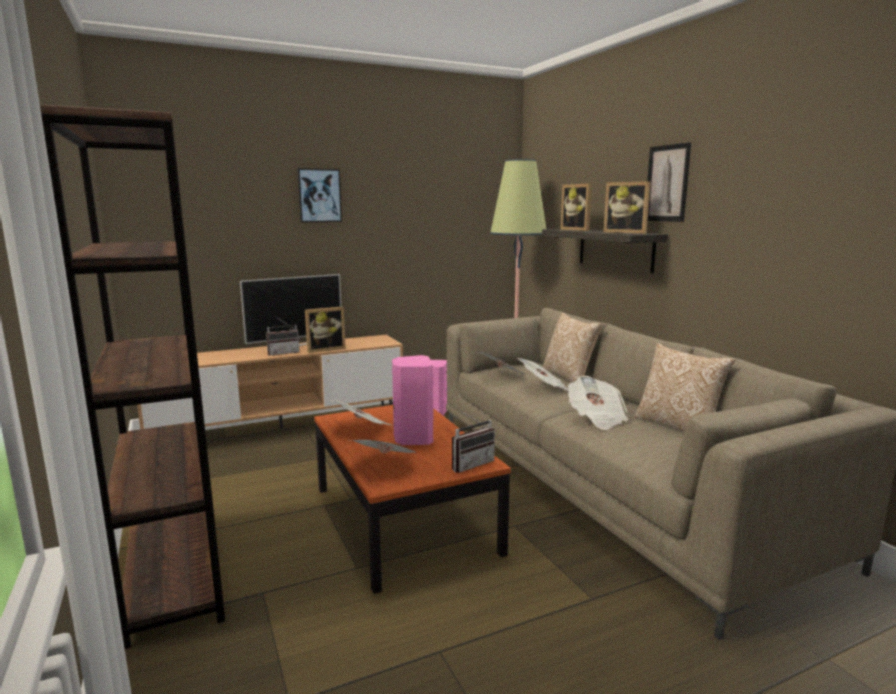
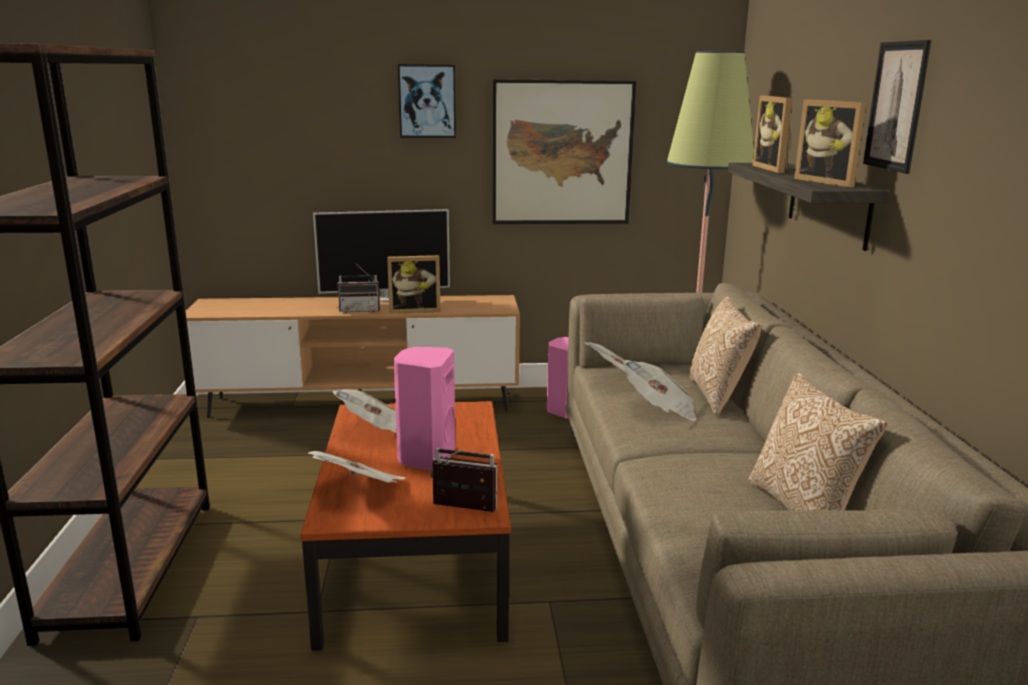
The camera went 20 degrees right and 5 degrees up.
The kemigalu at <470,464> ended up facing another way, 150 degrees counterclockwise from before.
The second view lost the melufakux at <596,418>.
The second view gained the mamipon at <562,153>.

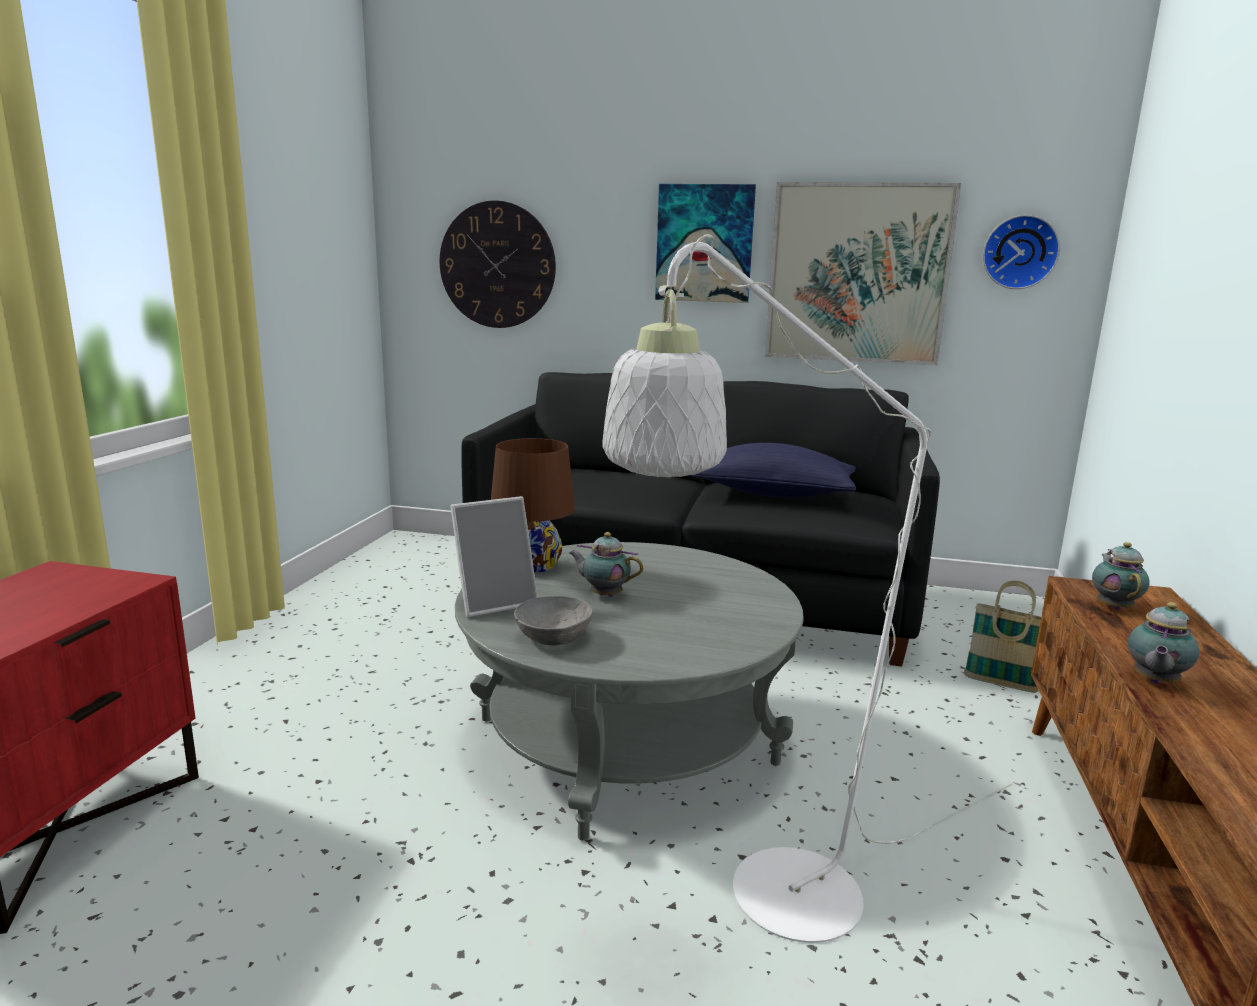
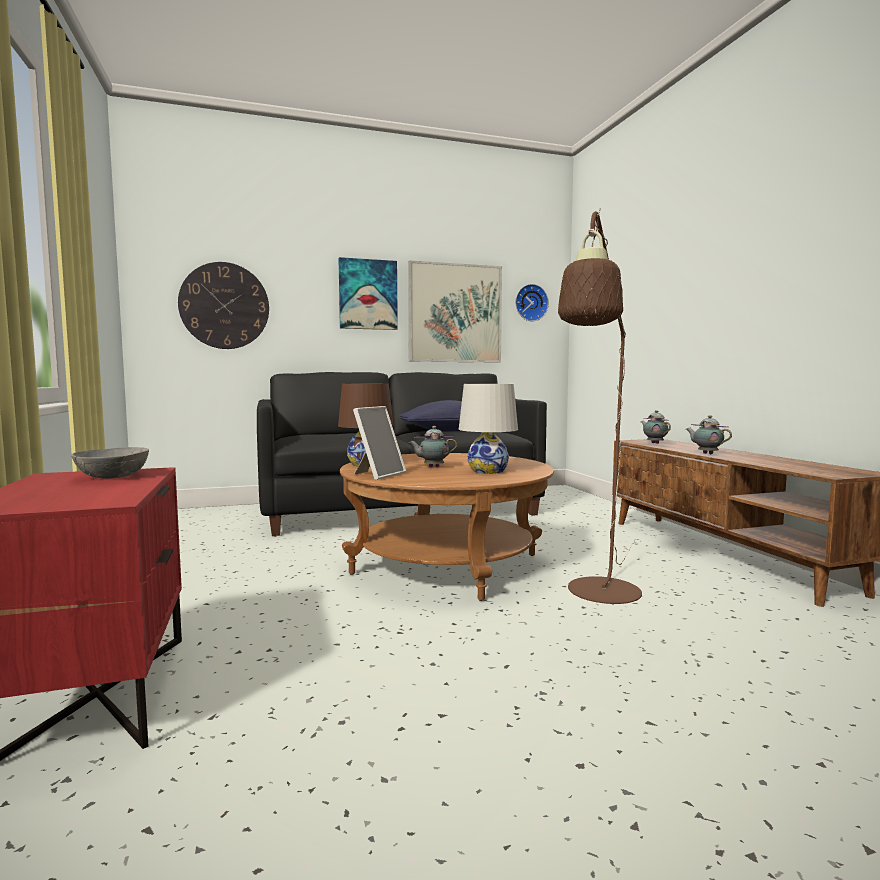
The camera went 30 degrees left and 10 degrees down.
What was the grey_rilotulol at <625,741> turned into the brown_rilotulol at <446,564>.
The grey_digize ended up elsewhere, having gone from <554,637> to <114,476>.
What was the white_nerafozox at <771,906> turned into the brown_nerafozox at <601,596>.
The second view lost the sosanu at <1000,683>.
The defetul at <1154,682> ended up facing another way, 135 degrees clockwise from before.
The second view gained the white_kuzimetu at <488,471>.

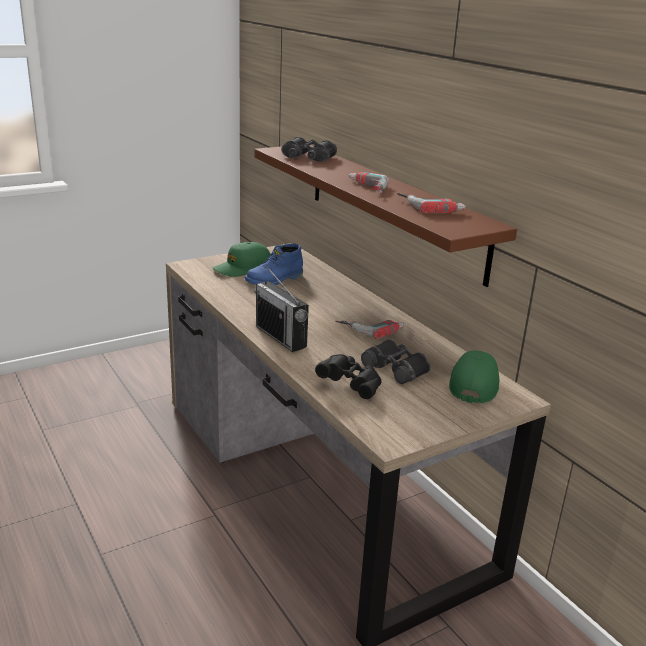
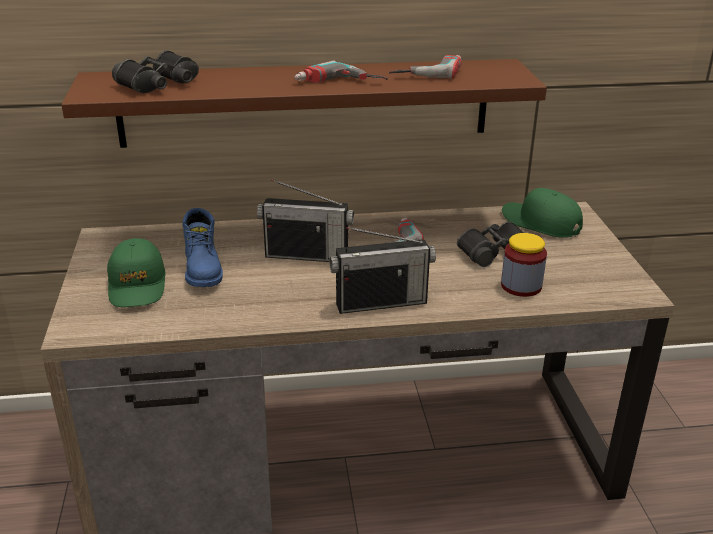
The camera went 65 degrees left and 5 degrees up.
Where the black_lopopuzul stood at <351,385>, the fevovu came to stand at <521,286>.
The second view gained the kemigalu at <307,255>.

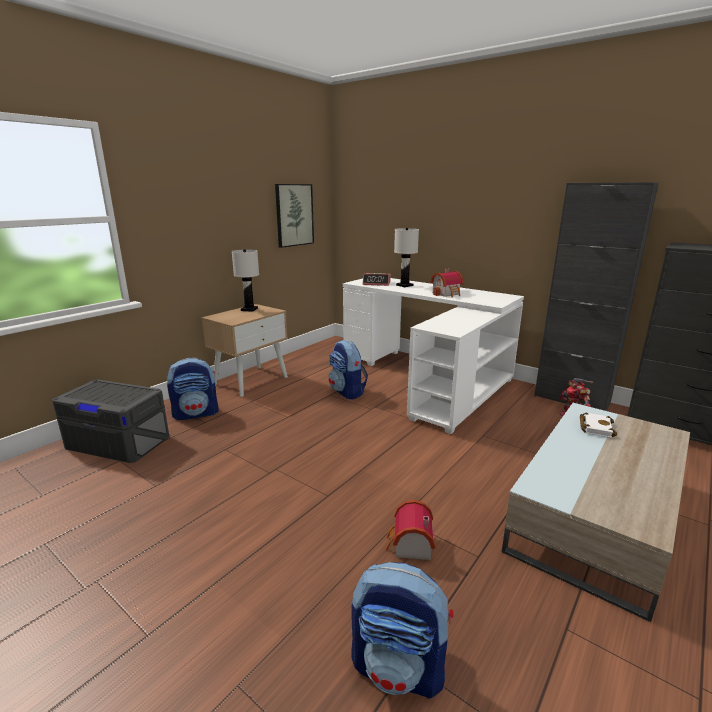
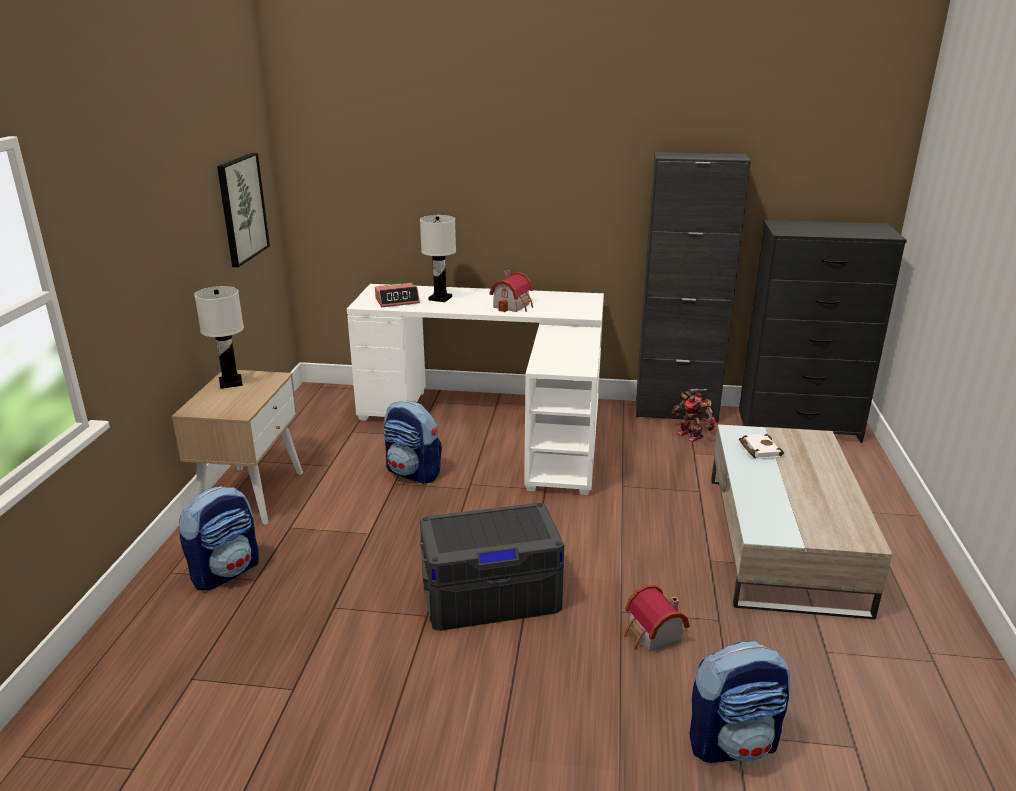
The camera went 30 degrees left and 5 degrees up.
The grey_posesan ended up elsewhere, having gone from <118,442> to <491,595>.

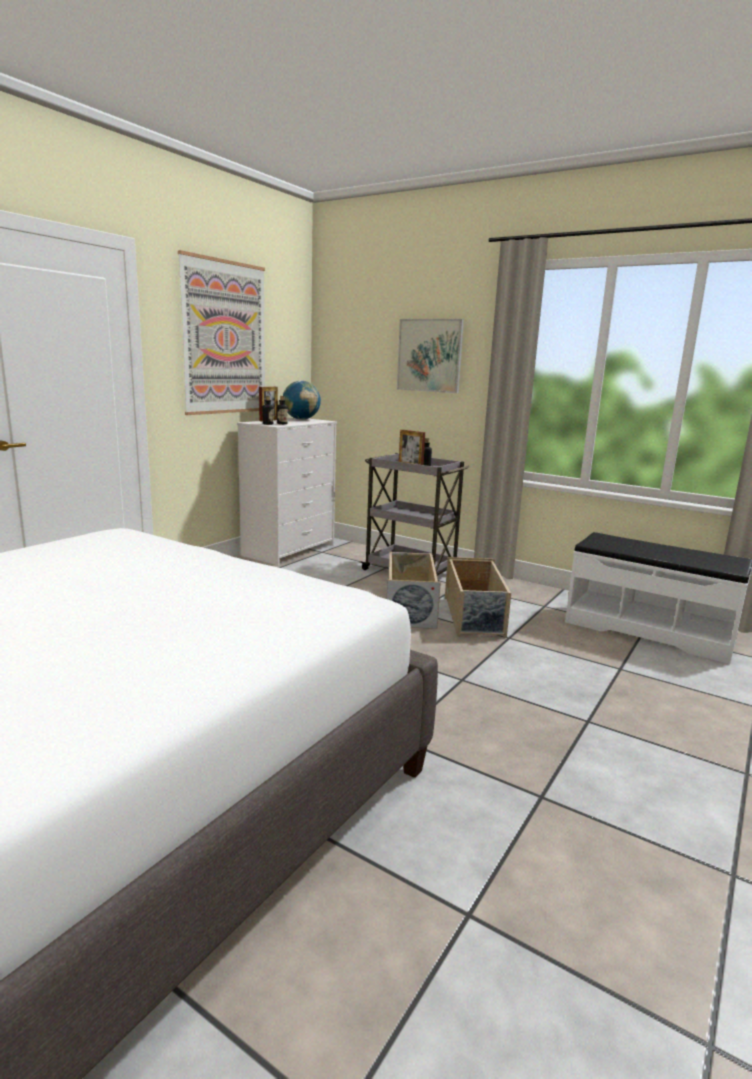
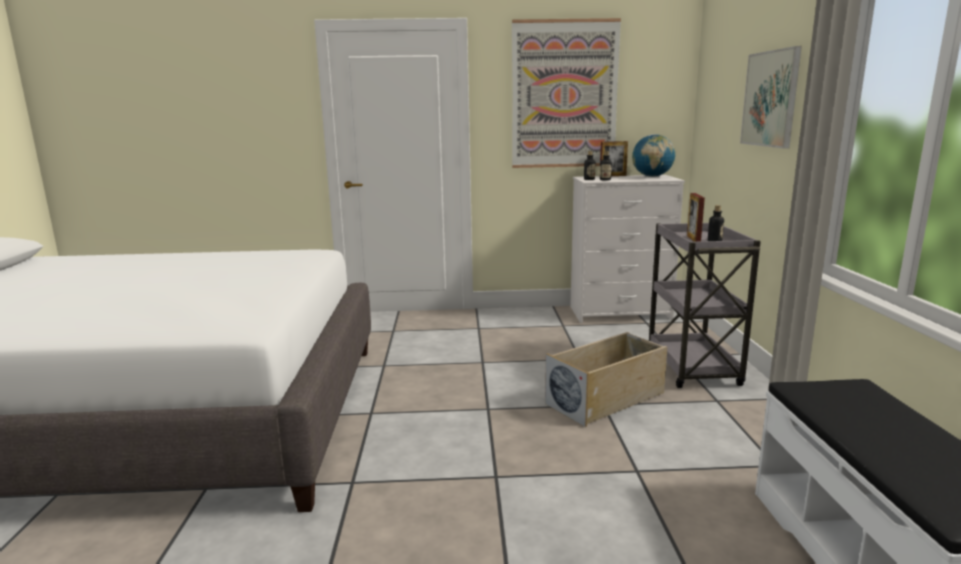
The camera went 55 degrees right and 0 degrees up.
The second view lost the beige_posesan at <474,617>.

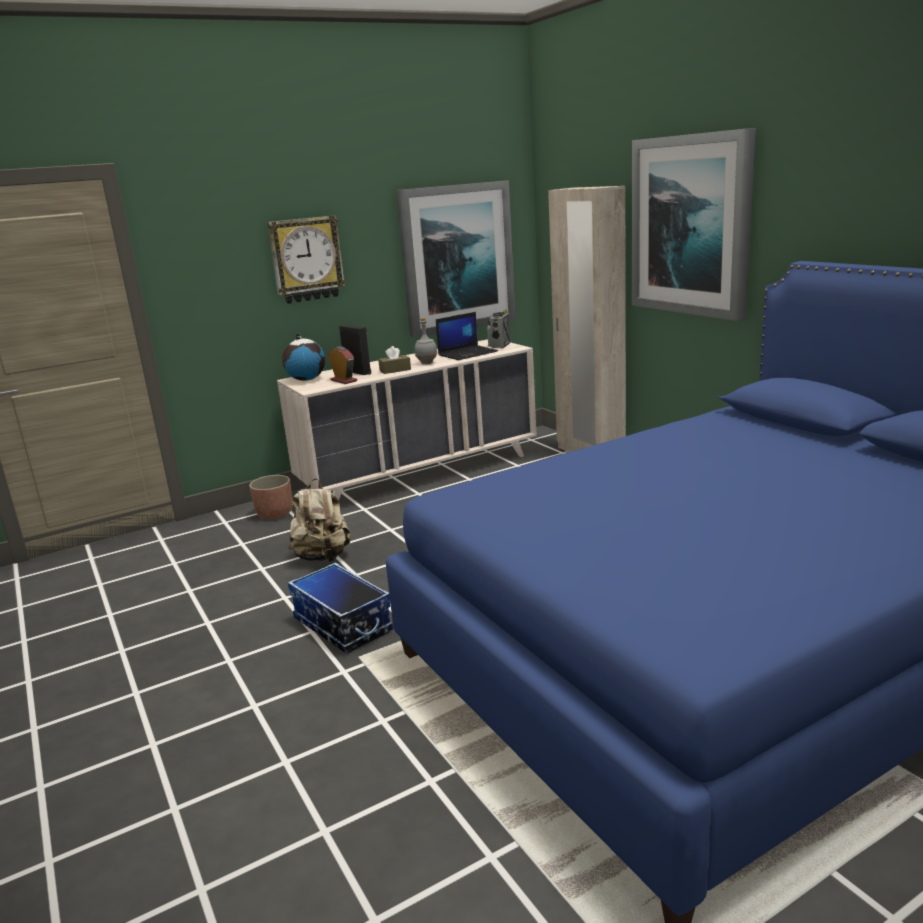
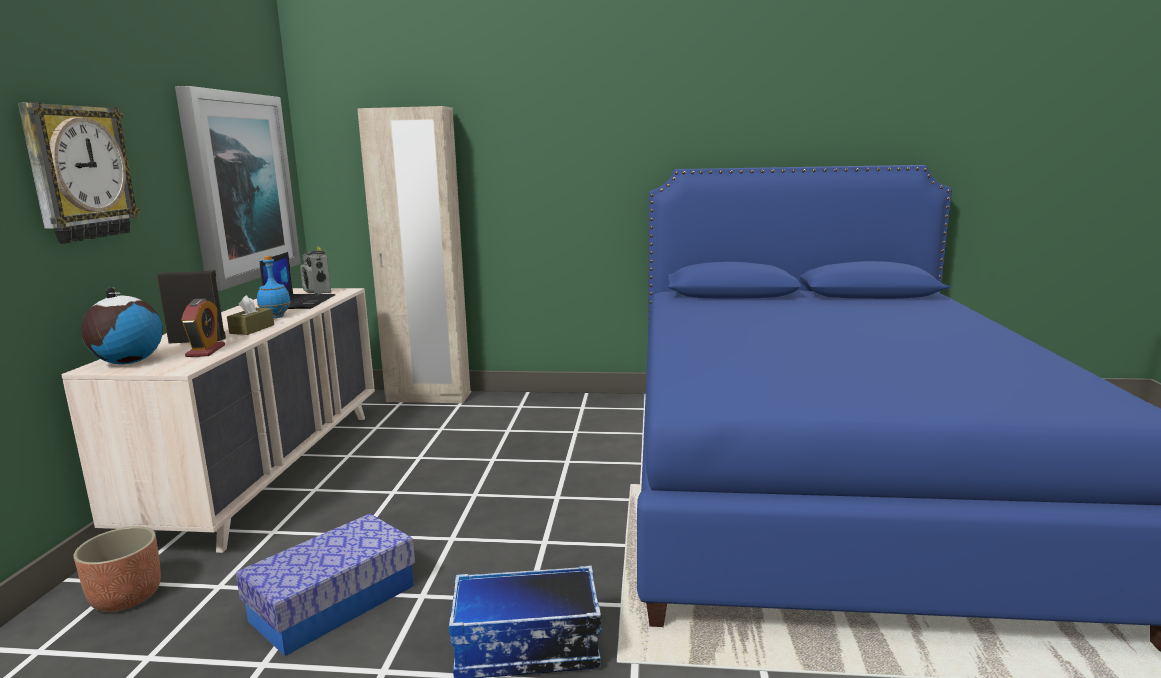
The camera went 55 degrees left and 5 degrees down.
Where the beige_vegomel stood at <323,557>, the posesan came to stand at <333,603>.
The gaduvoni at <344,381> ended up facing another way, 90 degrees clockwise from before.
What was the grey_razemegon at <426,363> turned into the blue_razemegon at <275,317>.
The second view lost the mamipon at <691,225>.

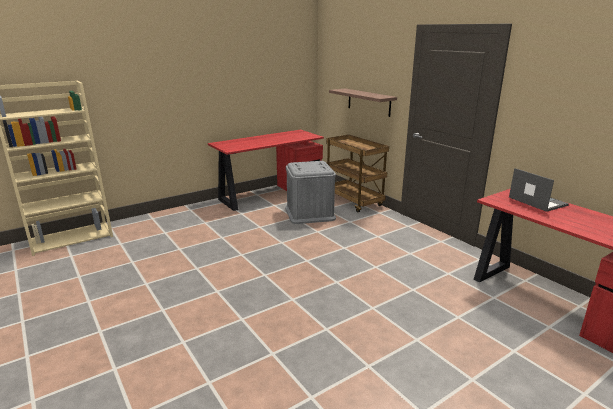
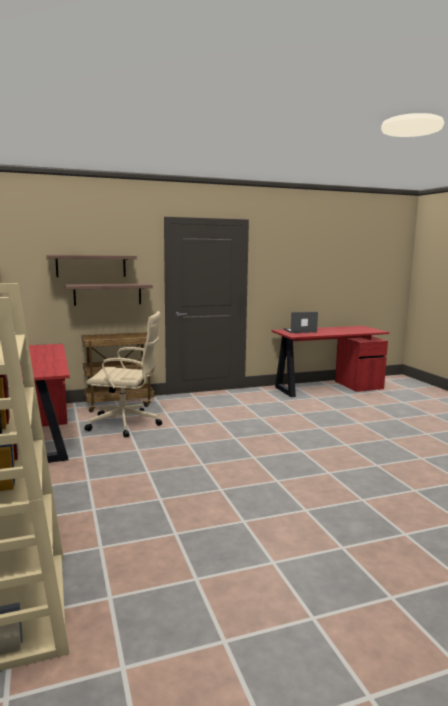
The camera went 75 degrees left and 10 degrees down.
Where the grey_posesan stood at <309,213>, the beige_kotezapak came to stand at <126,424>.
The second view gained the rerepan at <91,266>.

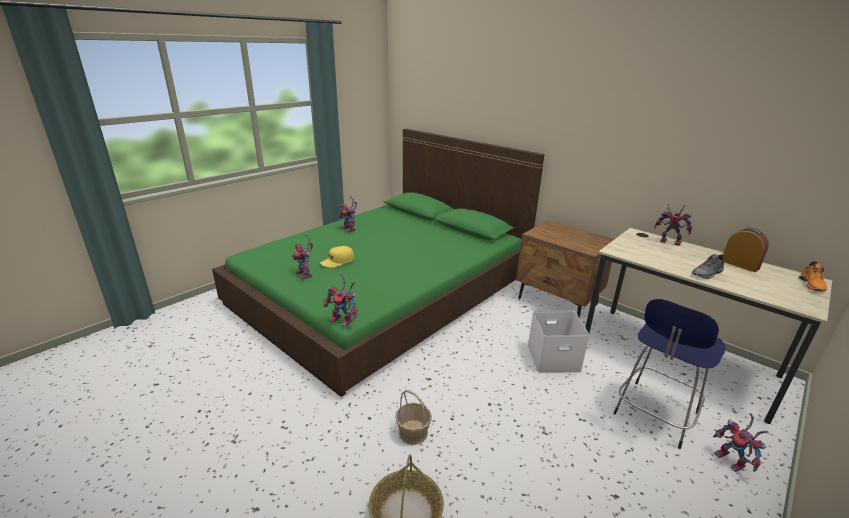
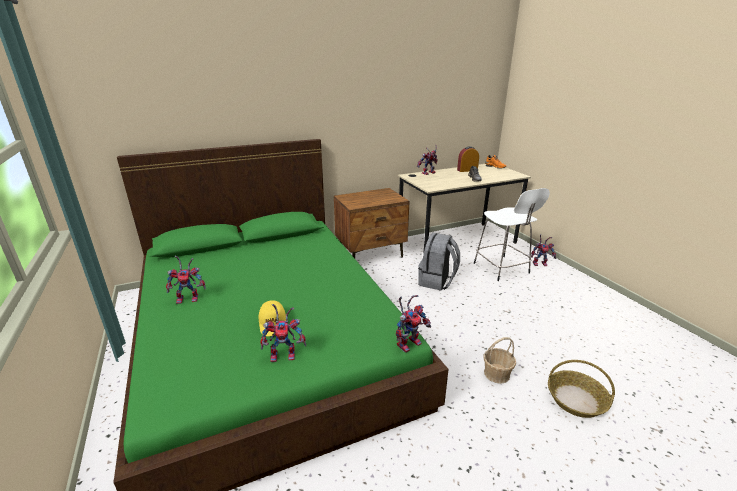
The camera went 65 degrees left and 0 degrees up.
Where the white_posesan stood at <552,359>, the grey_vegomel came to stand at <437,281>.
What was the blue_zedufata at <654,414> turned into the white_zedufata at <502,269>.

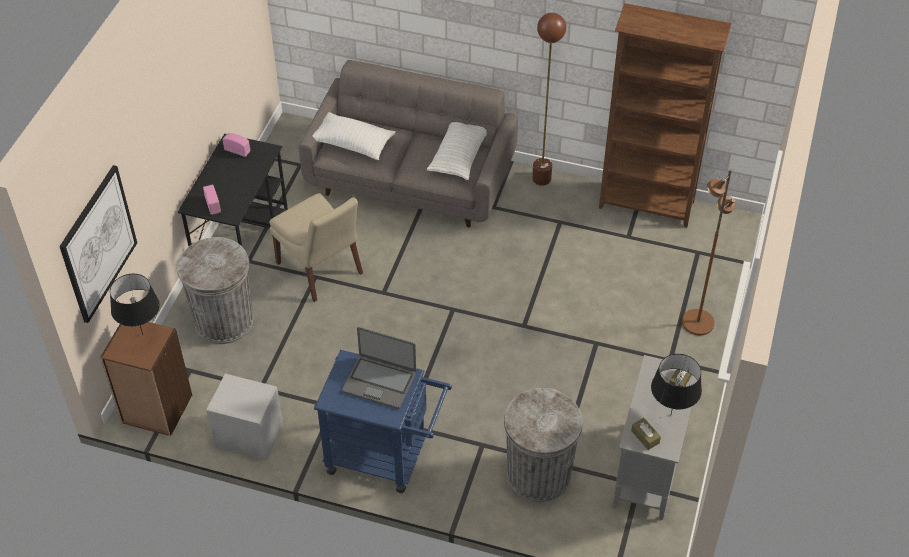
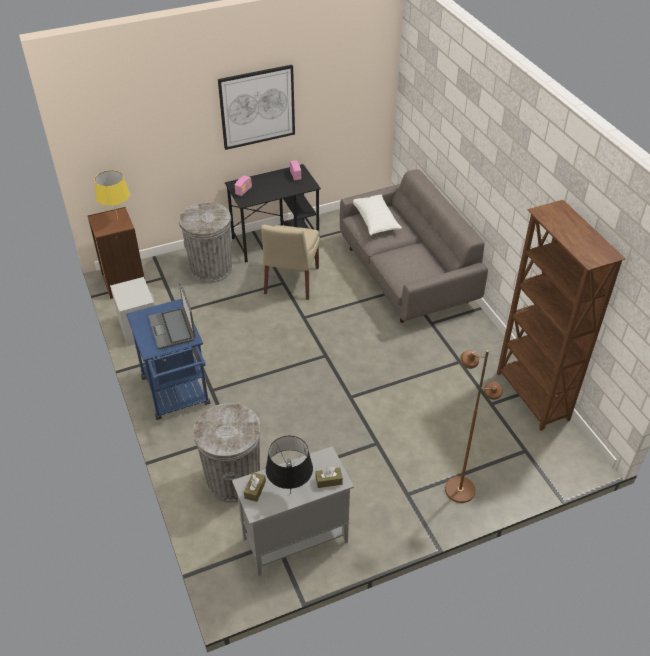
The camera went 50 degrees right and 5 degrees down.
The mamipon ended up elsewhere, having gone from <98,244> to <257,107>.
What was the black_kuzimetu at <143,334> turned into the yellow_kuzimetu at <118,220>.
The second view lost the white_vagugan at <459,156>.
The second view lost the brown_nerafozox at <541,178>.

